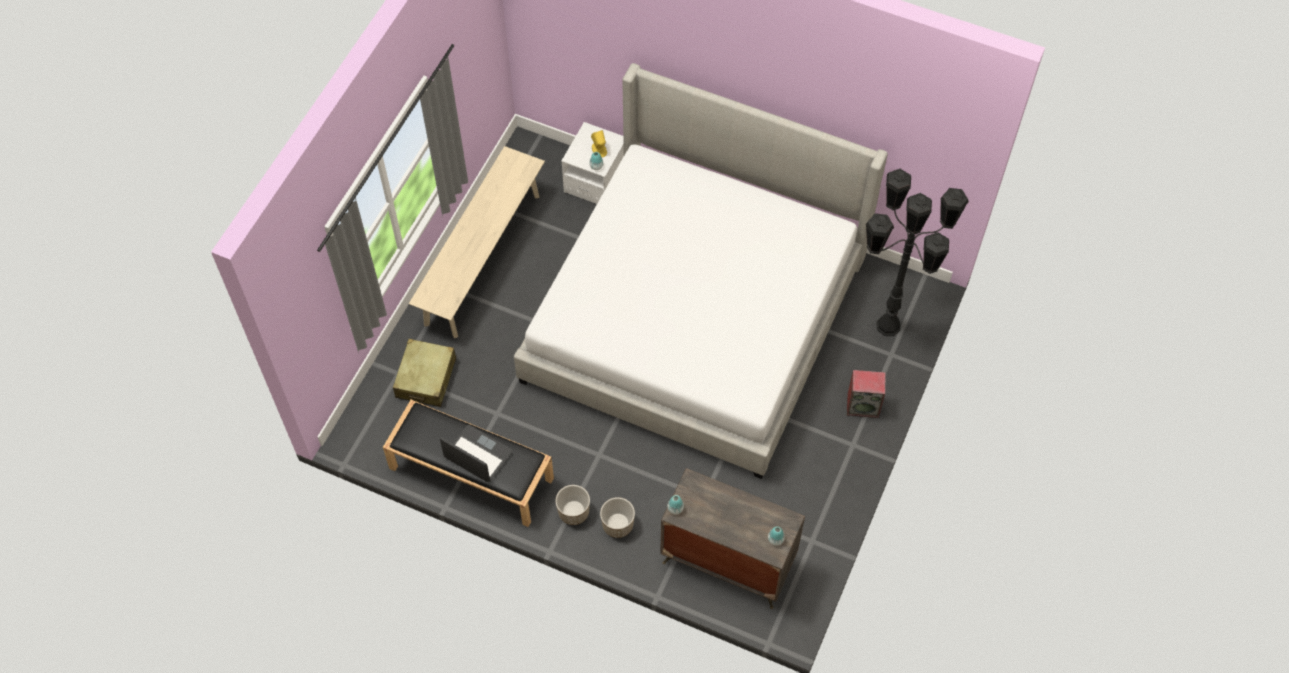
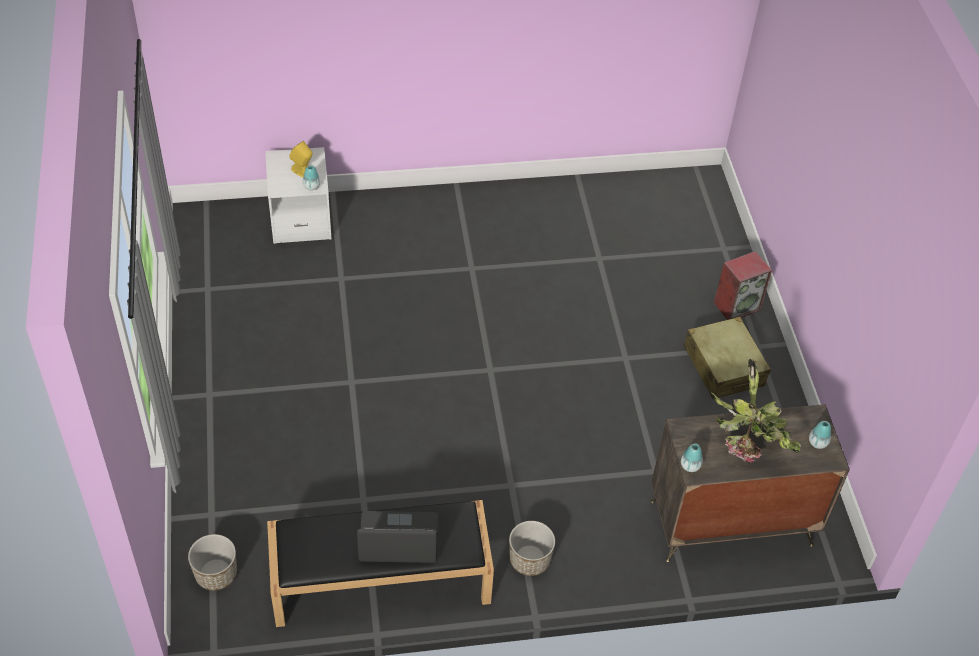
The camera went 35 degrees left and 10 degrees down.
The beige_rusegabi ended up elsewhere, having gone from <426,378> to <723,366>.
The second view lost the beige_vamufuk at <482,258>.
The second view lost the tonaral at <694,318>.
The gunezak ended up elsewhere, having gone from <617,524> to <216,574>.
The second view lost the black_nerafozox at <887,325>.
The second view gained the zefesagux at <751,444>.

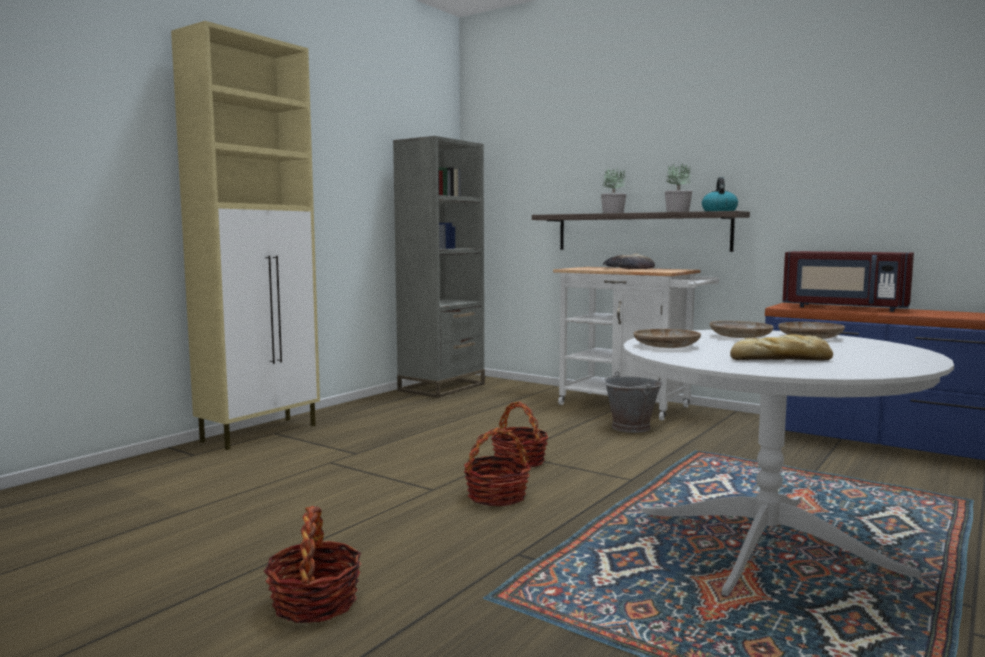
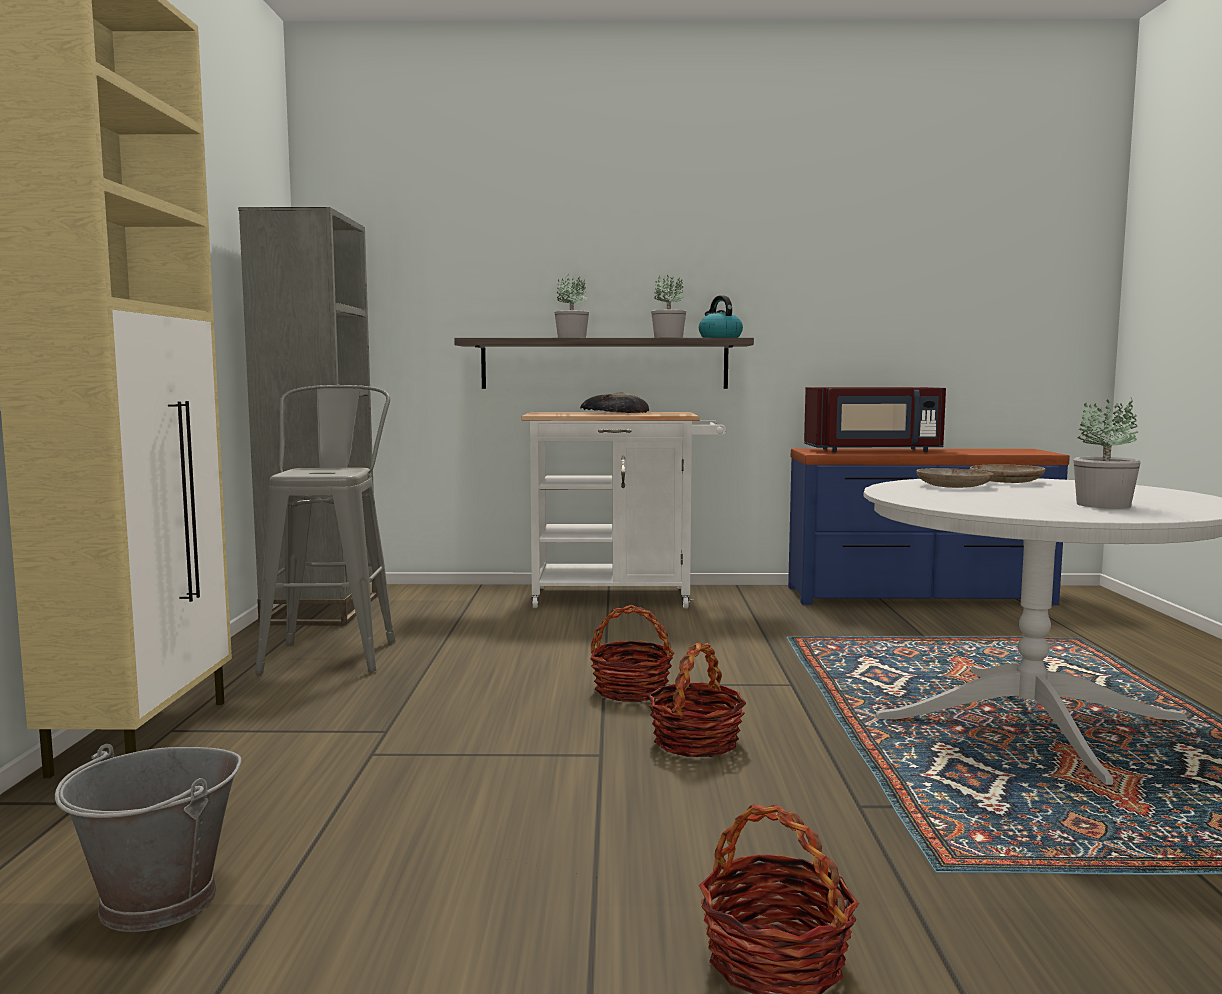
The camera went 35 degrees left and 0 degrees up.
The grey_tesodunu ended up elsewhere, having gone from <631,427> to <158,902>.
The second view lost the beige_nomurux at <666,346>.
Where the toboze stood at <782,359>, the zefesagux came to stand at <1103,505>.
The second view gained the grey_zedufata at <334,652>.

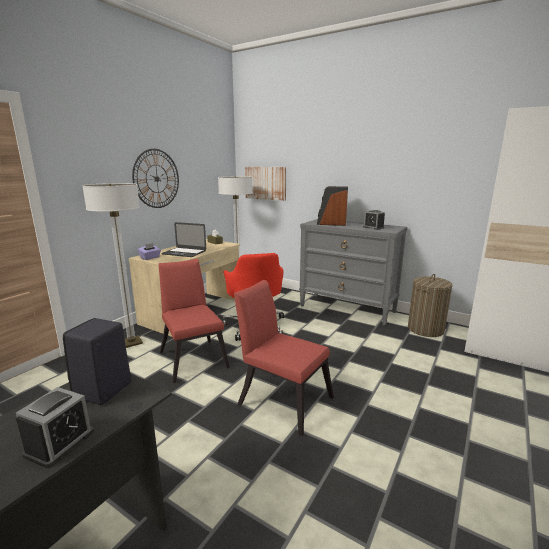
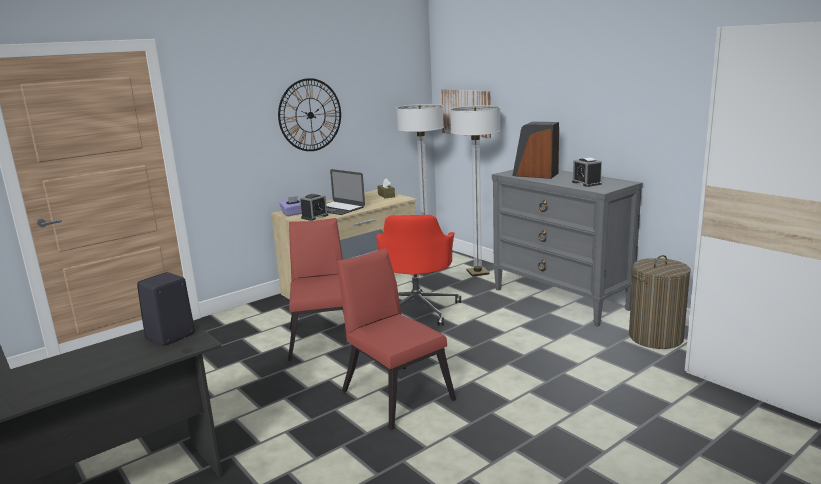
The camera went 20 degrees right and 0 degrees up.
The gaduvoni ended up elsewhere, having gone from <60,443> to <314,217>.
The nerafozox ended up elsewhere, having gone from <132,342> to <477,272>.

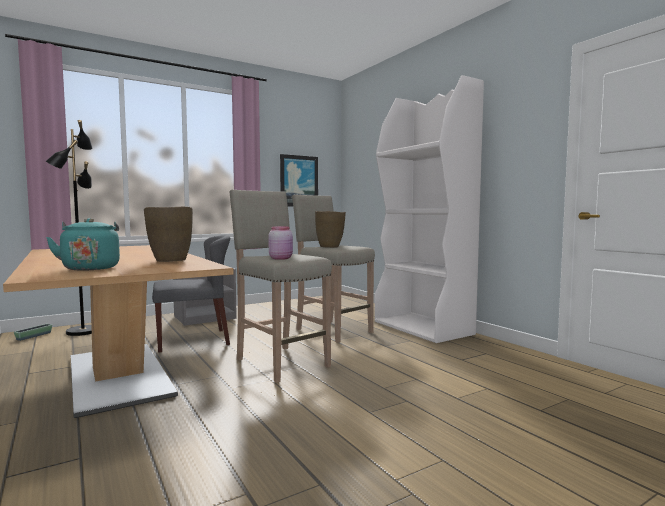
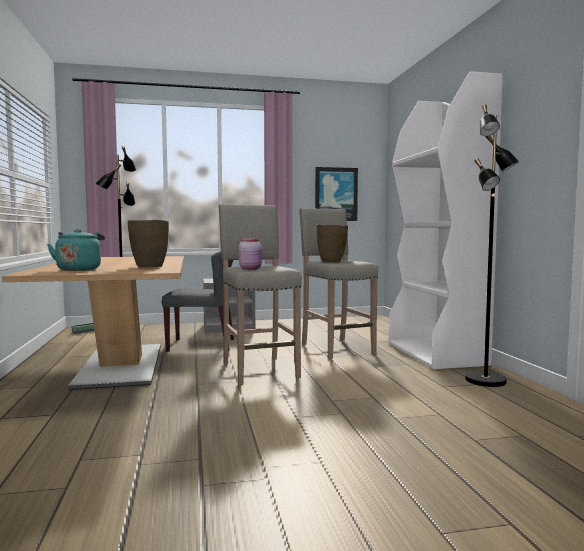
The camera went 20 degrees right and 0 degrees up.
The second view gained the black_nerafozox at <486,381>.

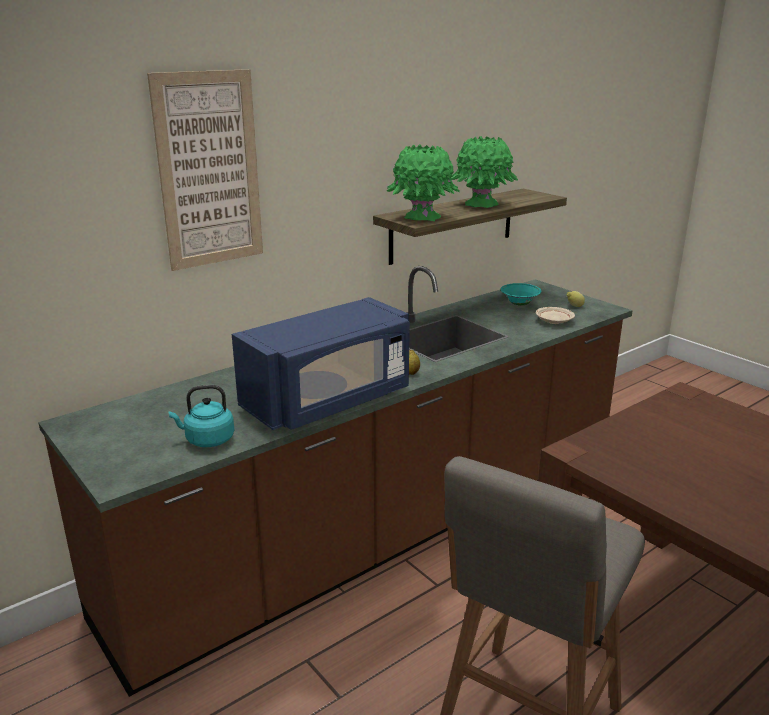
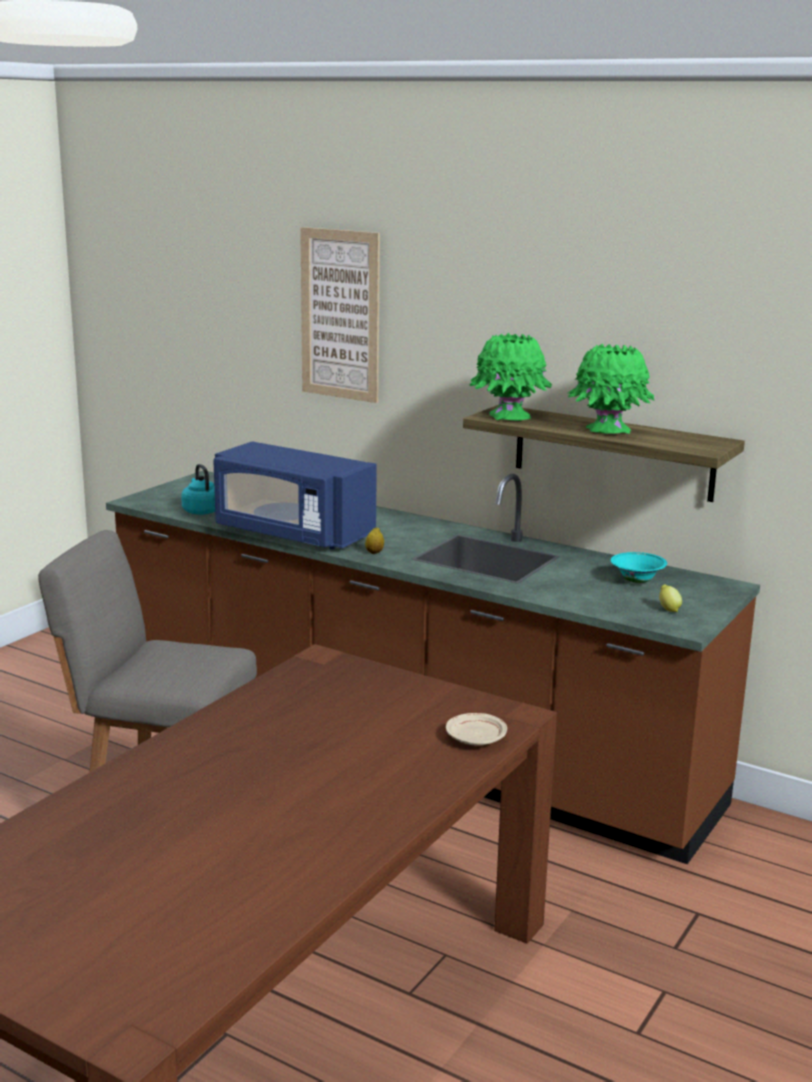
The camera went 70 degrees right and 5 degrees down.
The beige_nomurux ended up elsewhere, having gone from <553,321> to <475,739>.

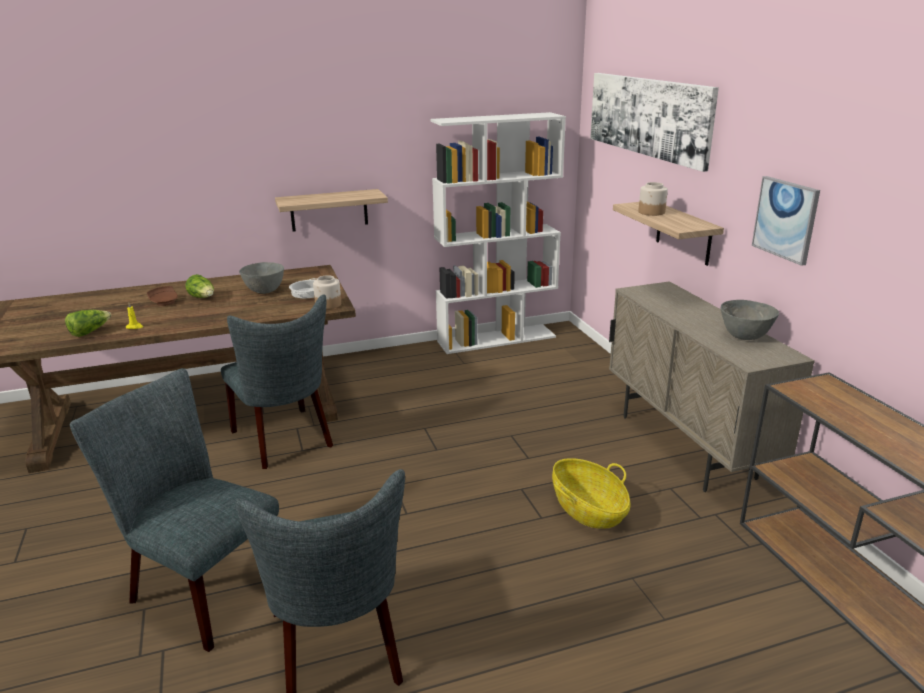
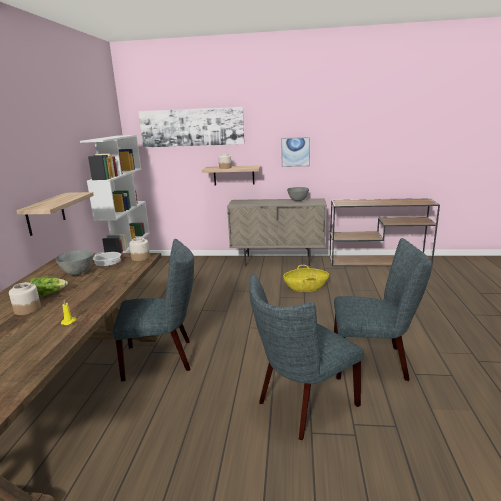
The camera went 65 degrees left and 5 degrees down.
The second view lost the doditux at <90,332>.
Where the brown_nomurux stood at <165,302>, the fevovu came to stand at <27,309>.

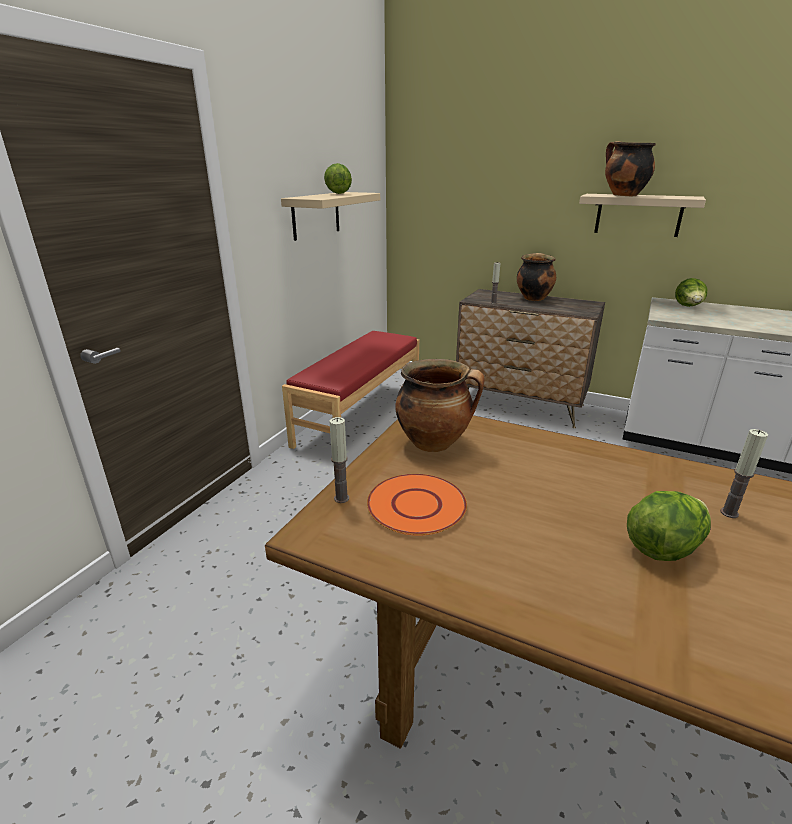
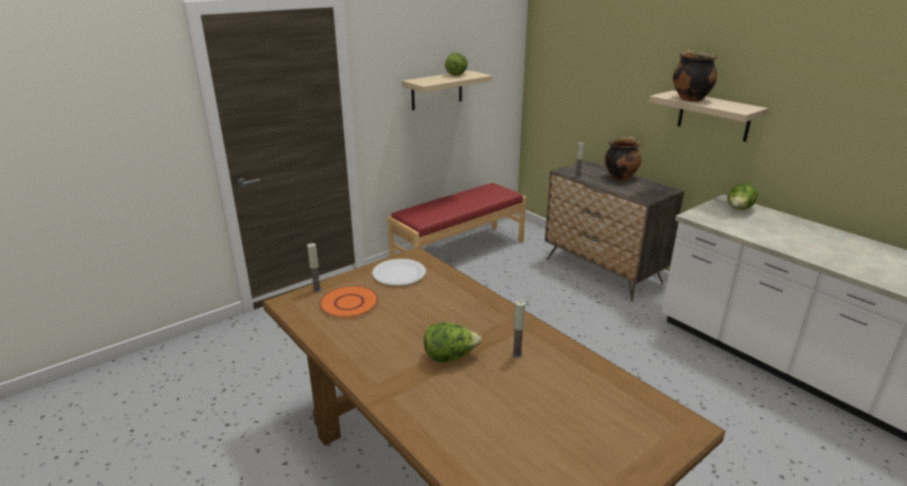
The camera went 25 degrees right and 0 degrees up.
Where the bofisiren stood at <435,443>, the white_nomurux came to stand at <399,274>.

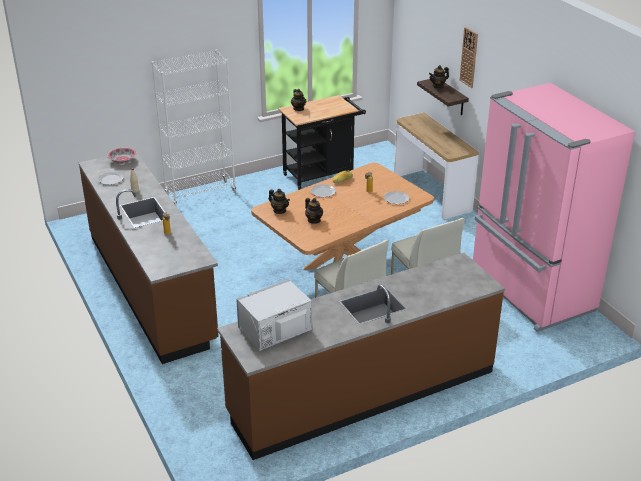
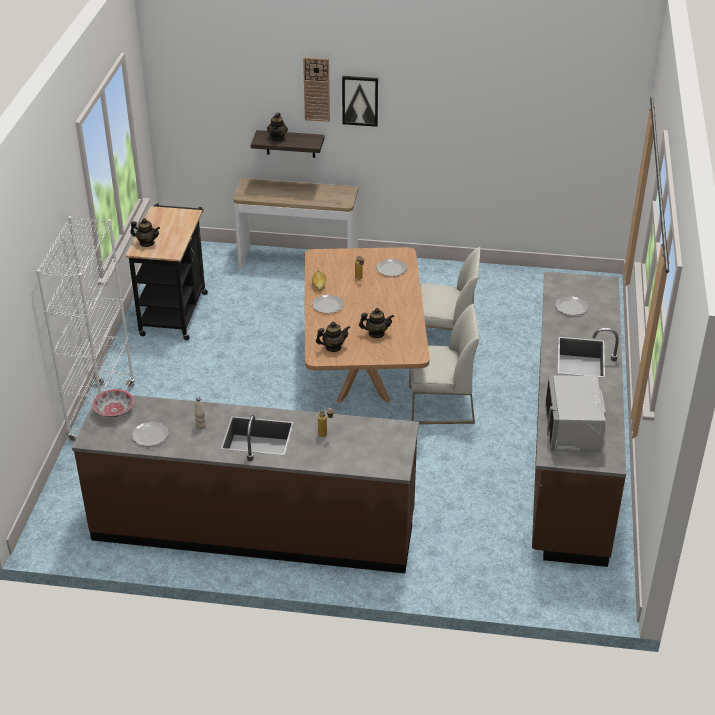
The camera went 55 degrees left and 5 degrees up.
The second view lost the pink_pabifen at <530,292>.
The second view gained the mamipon at <360,100>.
The second view gained the nomurux at <571,307>.

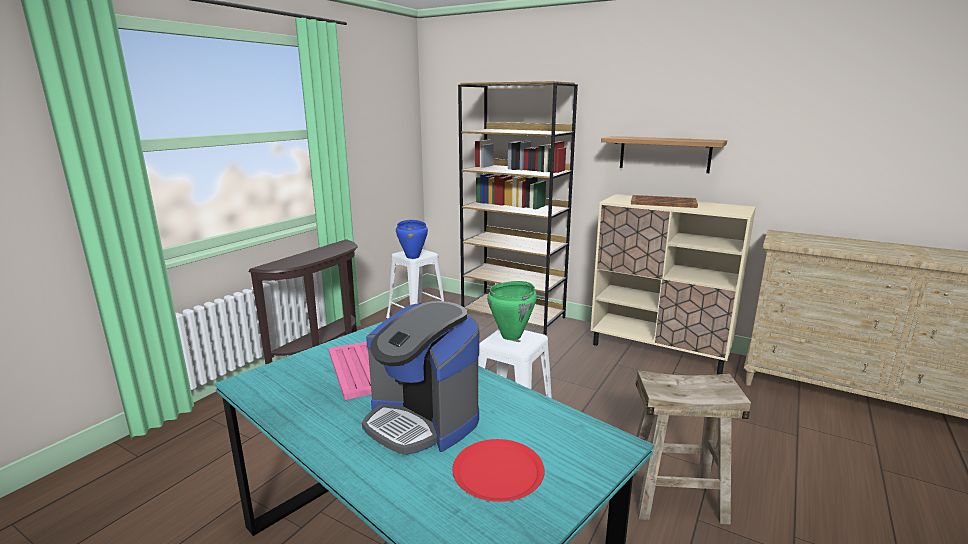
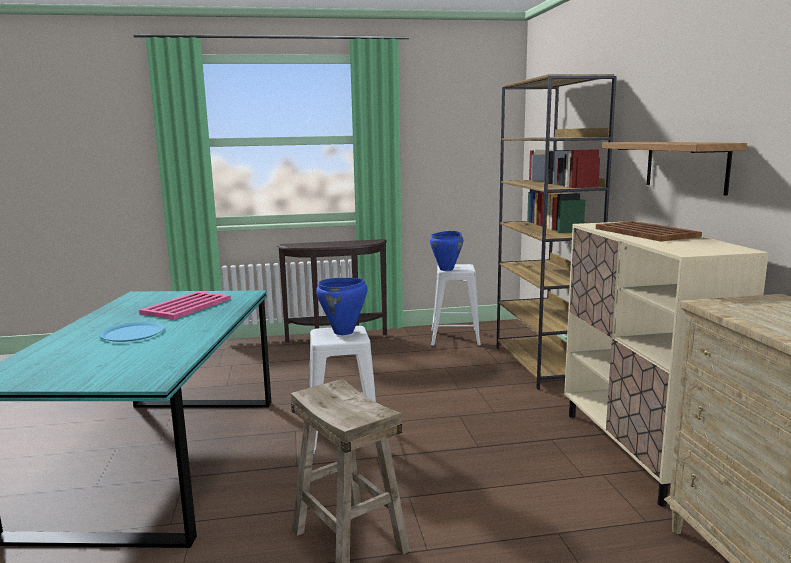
The camera went 50 degrees right and 5 degrees down.
Where the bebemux stood at <422,420>, the blue_nomurux came to stand at <132,333>.
The second view lost the red_nomurux at <498,471>.
What was the green_bofisiren at <512,336> turned into the blue_bofisiren at <344,332>.

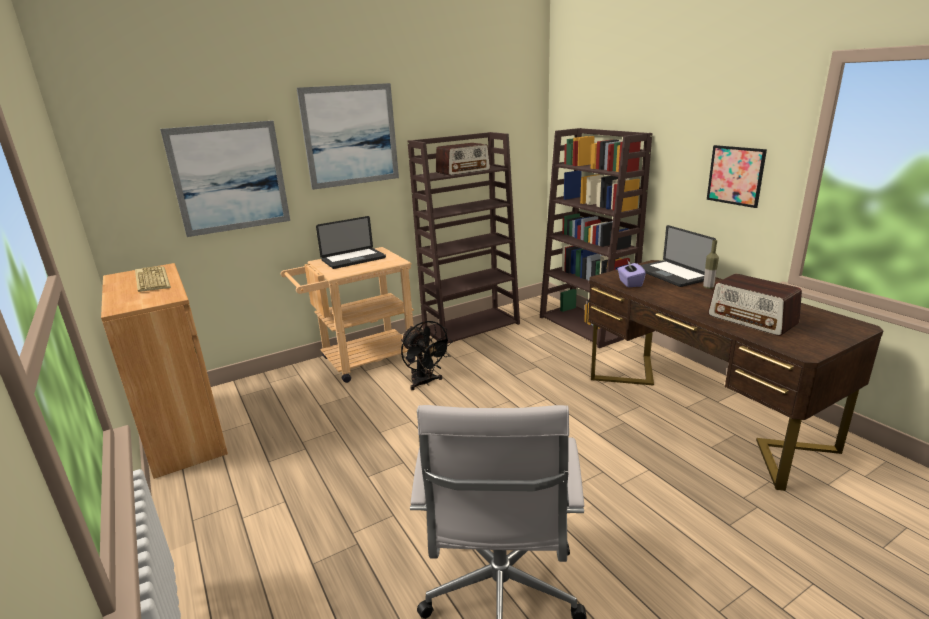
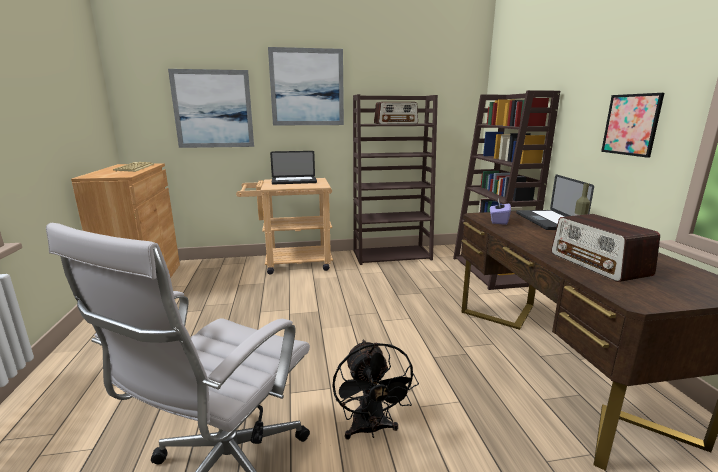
The camera went 20 degrees right and 5 degrees down.
The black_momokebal ended up elsewhere, having gone from <425,383> to <370,430>.

